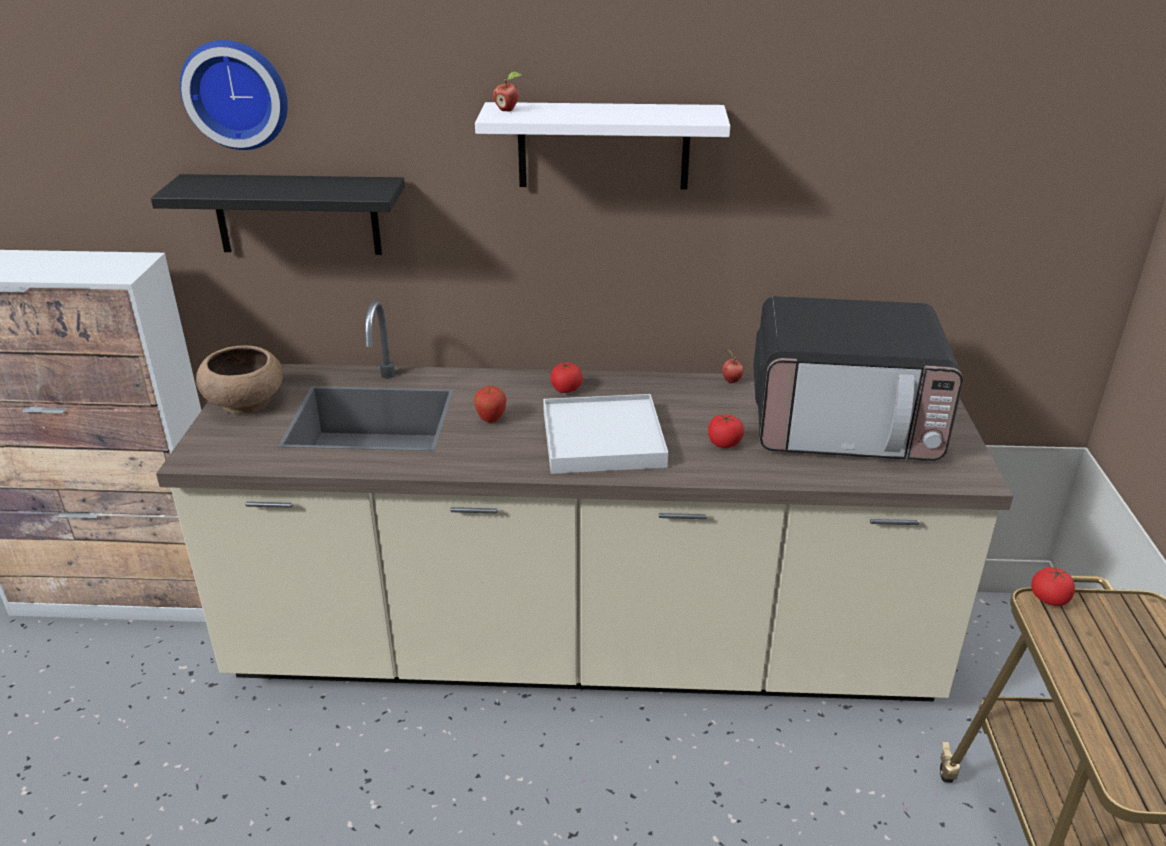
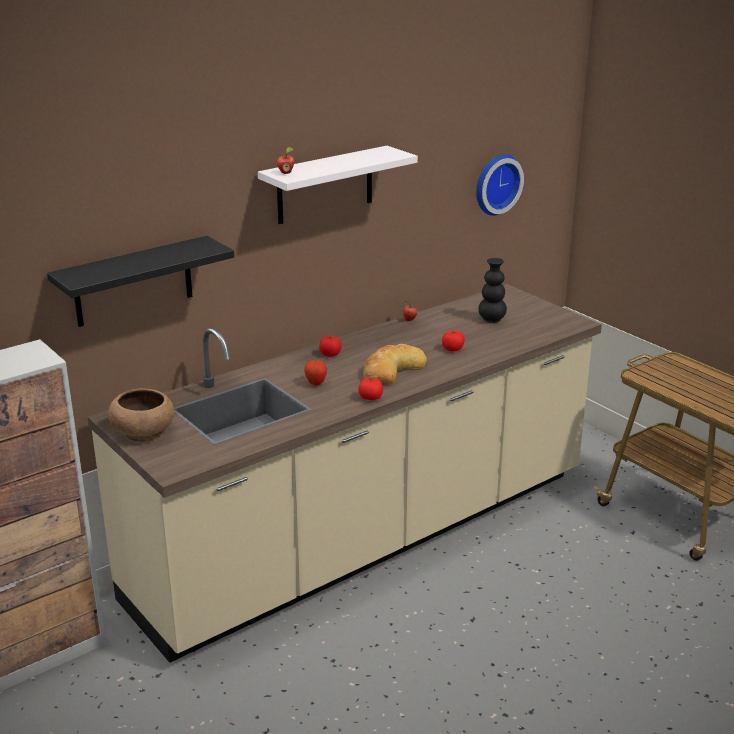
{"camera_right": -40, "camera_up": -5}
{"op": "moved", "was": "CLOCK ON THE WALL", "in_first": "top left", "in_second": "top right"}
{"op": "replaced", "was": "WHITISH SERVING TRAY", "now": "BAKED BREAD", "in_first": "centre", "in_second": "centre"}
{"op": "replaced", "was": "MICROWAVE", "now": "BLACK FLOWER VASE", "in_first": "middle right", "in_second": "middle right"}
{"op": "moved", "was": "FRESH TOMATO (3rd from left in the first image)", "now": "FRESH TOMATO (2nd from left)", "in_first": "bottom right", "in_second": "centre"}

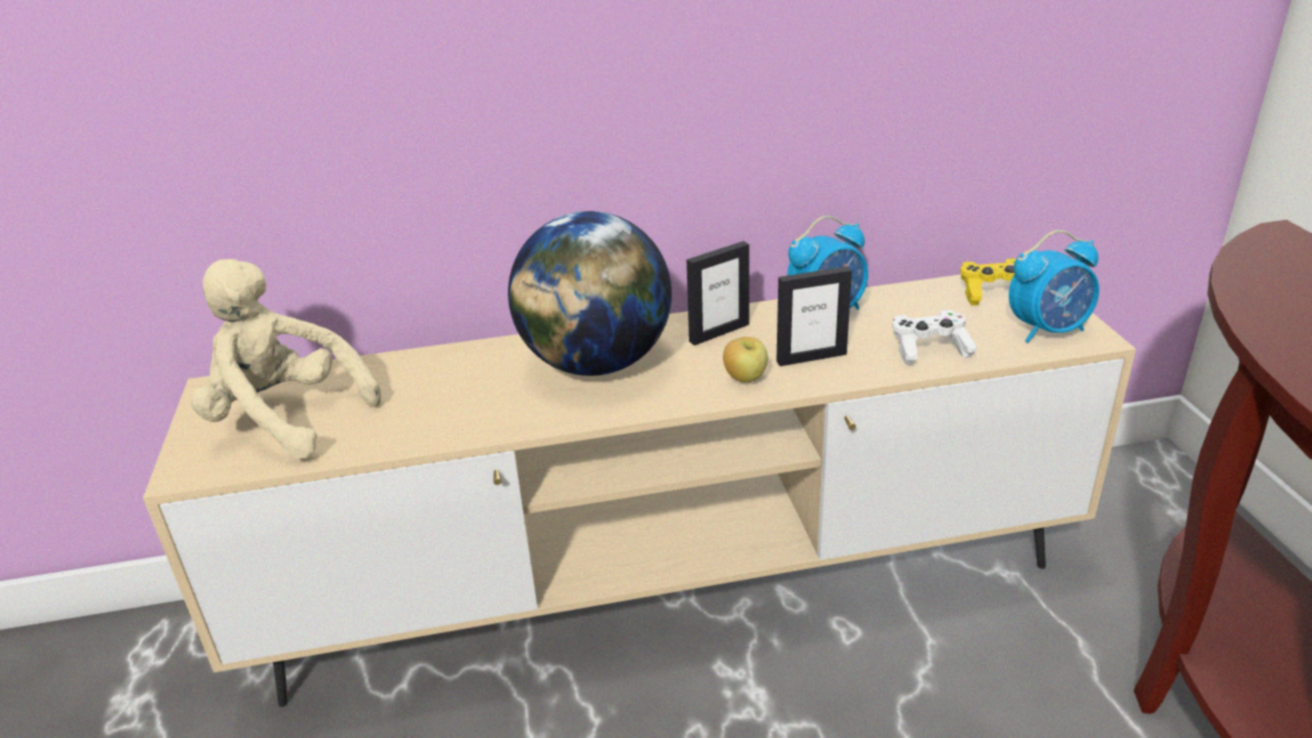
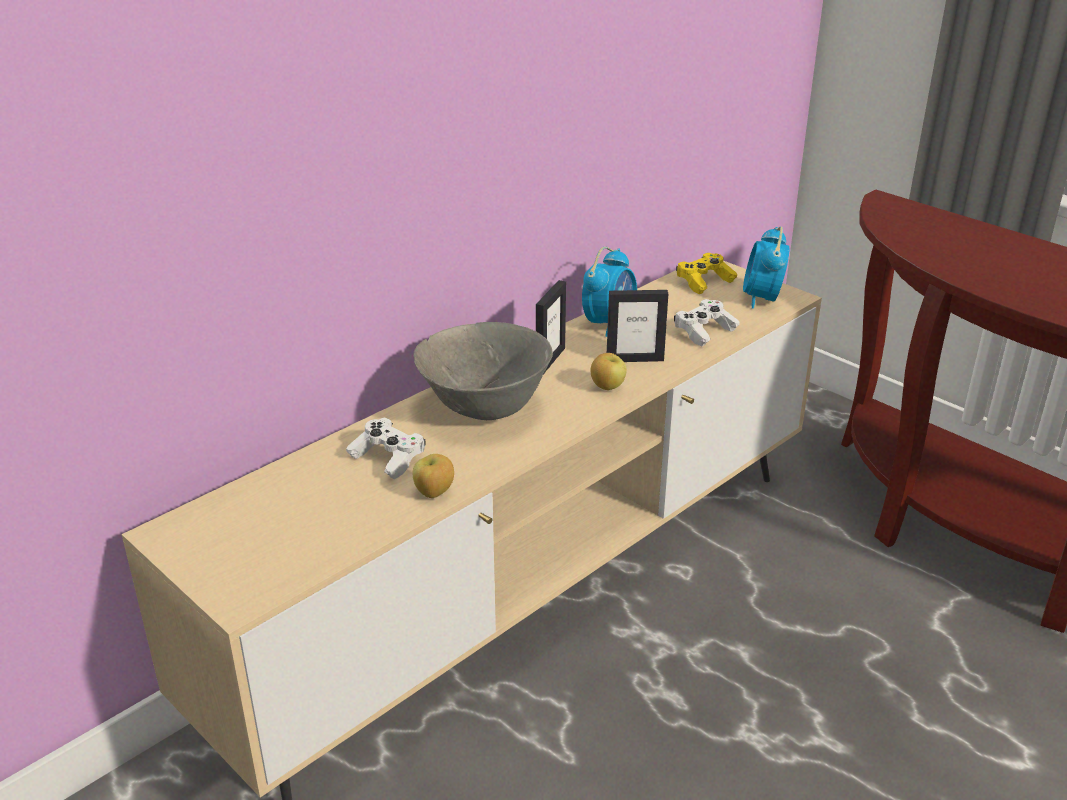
{"camera_right": -35, "camera_up": 0}
{"op": "removed", "was": "BEIGE SOFT TOY", "in_first": "middle left"}
{"op": "replaced", "was": "DESK GLOBE", "now": "GRAY SERVING BOWL", "in_first": "centre", "in_second": "centre"}
{"op": "turned", "was": "STANDING FRAME (2nd from left)", "in_first": "centre", "in_second": "centre", "clockwise": 45}
{"op": "turned", "was": "TABLE CLOCK (2nd from left)", "in_first": "middle right", "in_second": "middle right", "clockwise": 150}
{"op": "added", "now": "WHITISH GAME CONTROLLER (1st from left)", "in_second": "centre"}
{"op": "added", "now": "APPLE (1st from left)", "in_second": "centre"}

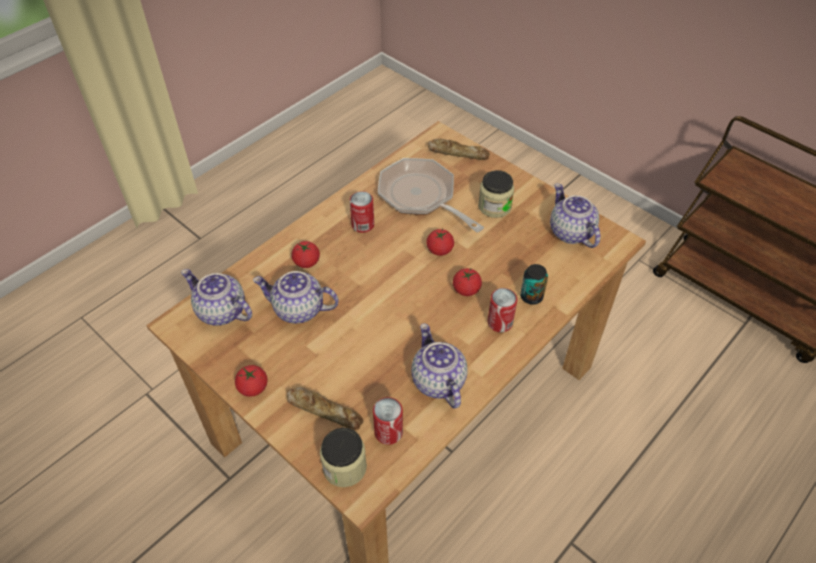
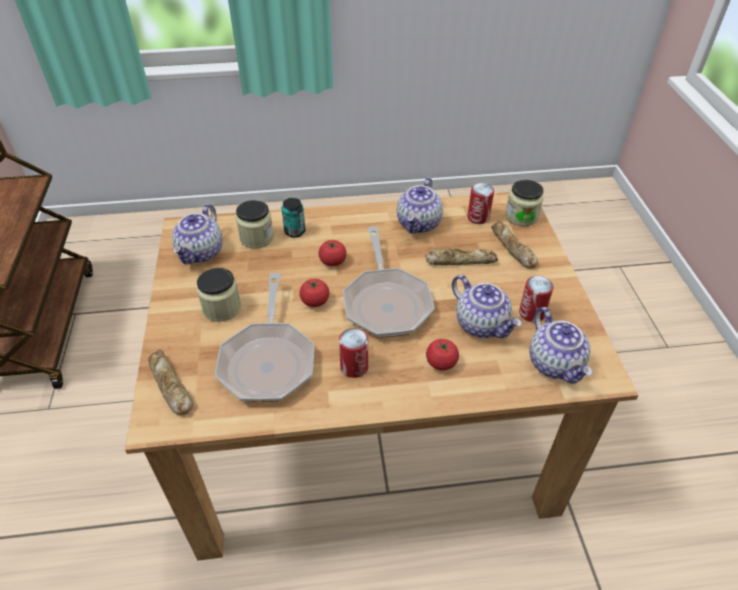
{"camera_right": -140, "camera_up": -5}
{"op": "removed", "was": "FRESH TOMATO (1st from left)", "in_first": "bottom left"}
{"op": "moved", "was": "METAL CAN (3rd from left in the first image)", "now": "METAL CAN (4th from left)", "in_first": "centre", "in_second": "middle right"}
{"op": "added", "now": "JAR (2nd from left)", "in_second": "centre"}
{"op": "added", "now": "PAN (2nd from left)", "in_second": "centre"}
{"op": "added", "now": "BAKED BREAD (2nd from left)", "in_second": "centre"}

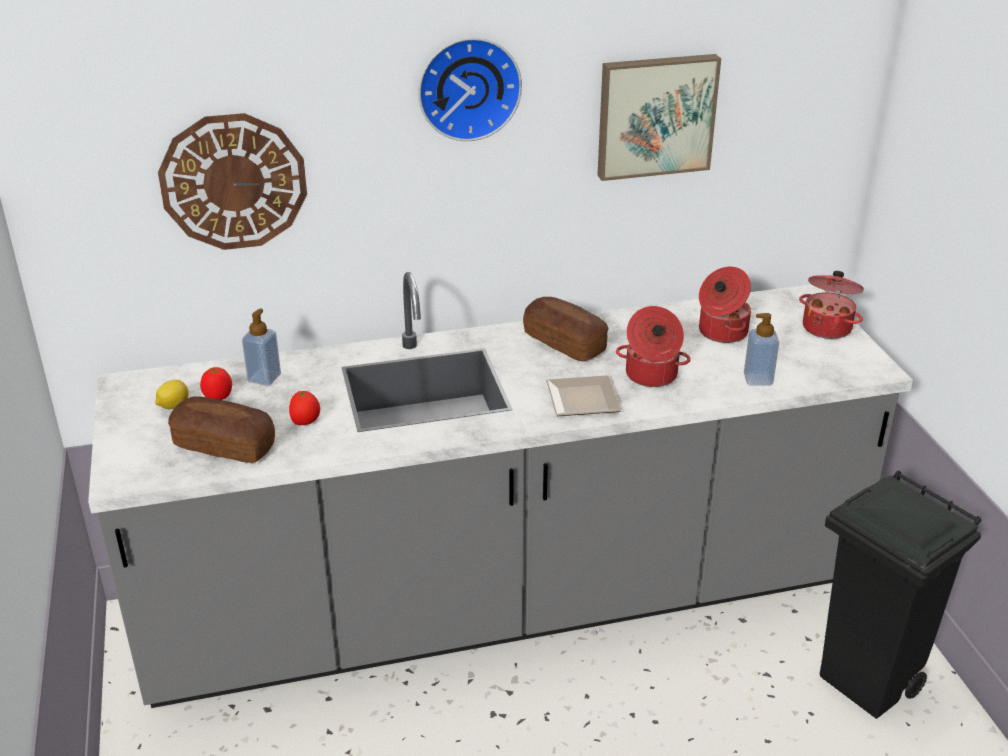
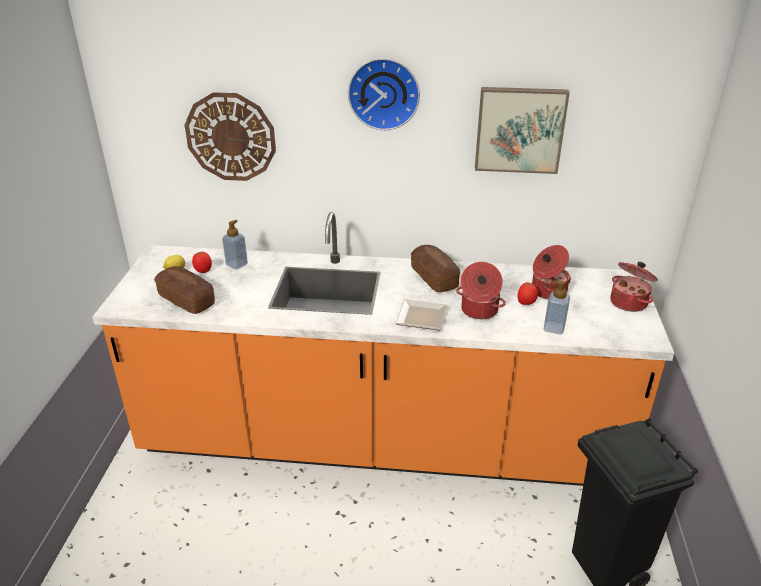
{"camera_right": 20, "camera_up": 0}
{"op": "recoloured", "was": "GRAY KITCHEN BASE UNIT", "now": "ORANGEY KITCHEN BASE UNIT", "in_first": "centre", "in_second": "centre"}
{"op": "moved", "was": "FRESH TOMATO (2nd from left)", "in_first": "middle left", "in_second": "middle right"}

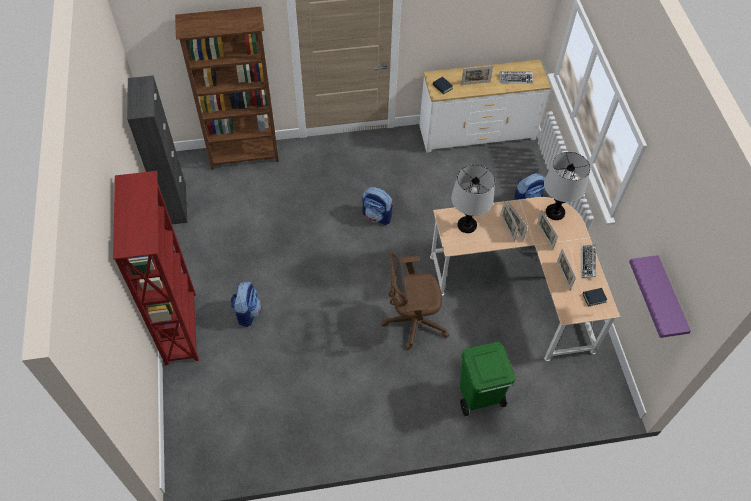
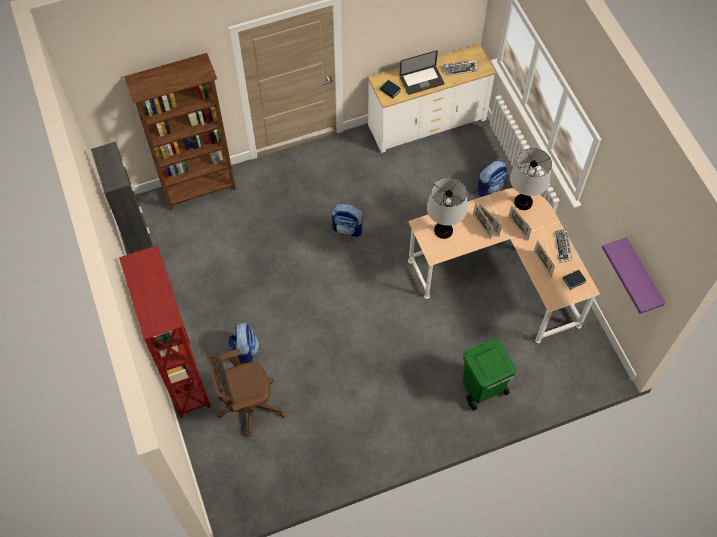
{"camera_right": -10, "camera_up": 5}
{"op": "moved", "was": "BROWN-COLOURED OFFICE CHAIR", "in_first": "centre", "in_second": "bottom centre"}
{"op": "replaced", "was": "STANDING FRAME (1st from left)", "now": "PORTABLE COMPUTER", "in_first": "top centre", "in_second": "top centre"}

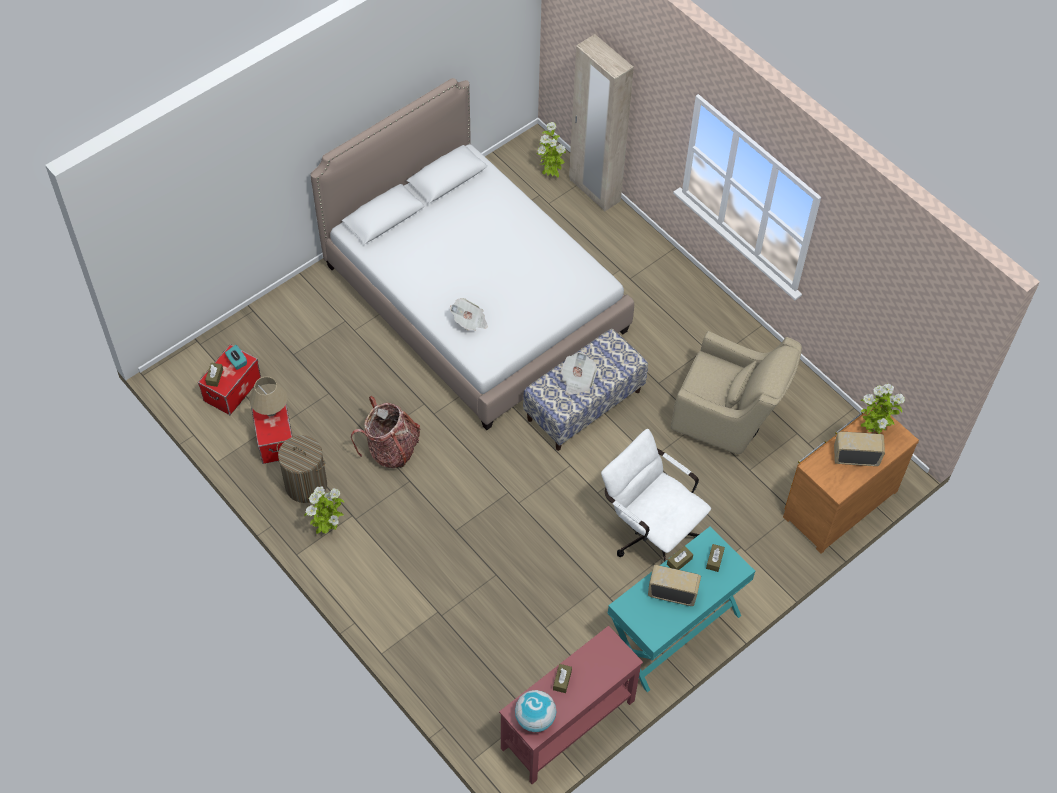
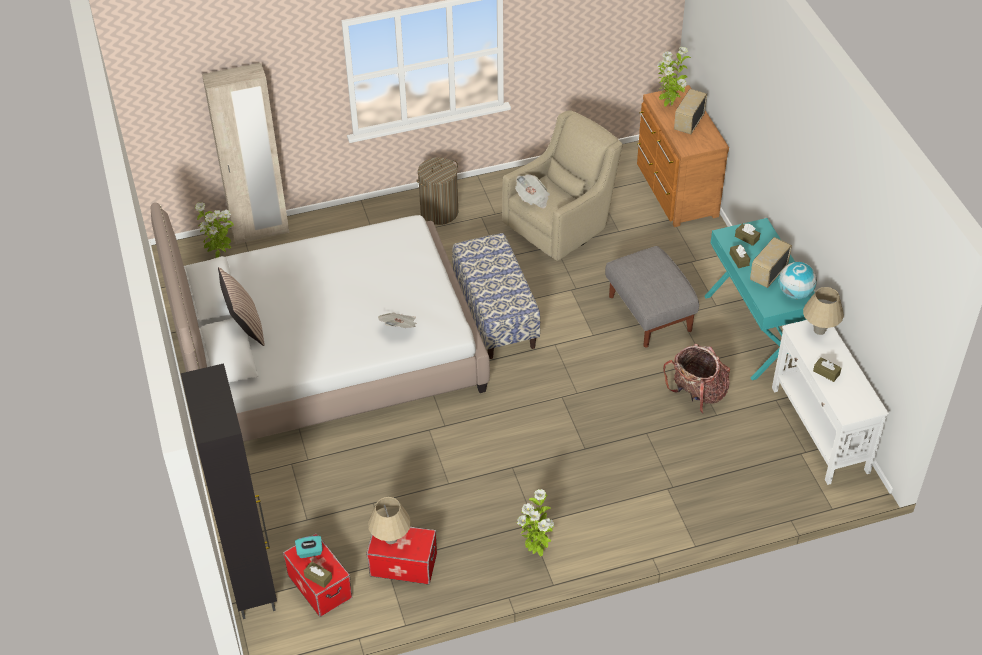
{"camera_right": -65, "camera_up": -10}
{"op": "moved", "was": "LAUNDRY BASKET", "in_first": "middle left", "in_second": "top centre"}
{"op": "moved", "was": "KNAPSACK", "in_first": "centre", "in_second": "middle right"}
{"op": "recoloured", "was": "REDDISH NARROW TABLE", "now": "WHITISH NARROW TABLE", "in_first": "bottom centre", "in_second": "middle right"}
{"op": "moved", "was": "DESK GLOBE", "in_first": "bottom centre", "in_second": "middle right"}
{"op": "moved", "was": "PRINTED PAPER (2nd from left)", "in_first": "centre", "in_second": "top centre"}
{"op": "replaced", "was": "WHITISH OFFICE CHAIR", "now": "GRAY OTTOMAN", "in_first": "centre", "in_second": "centre"}
{"op": "added", "now": "BLACK STORAGE CABINET", "in_second": "bottom left"}
{"op": "added", "now": "PILLOW", "in_second": "middle left"}
{"op": "added", "now": "BEIGE LAMP FOR A TABLE (2nd from left)", "in_second": "middle right"}

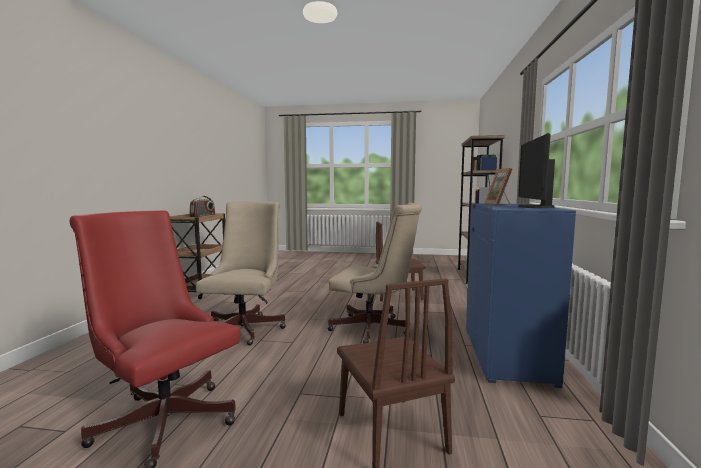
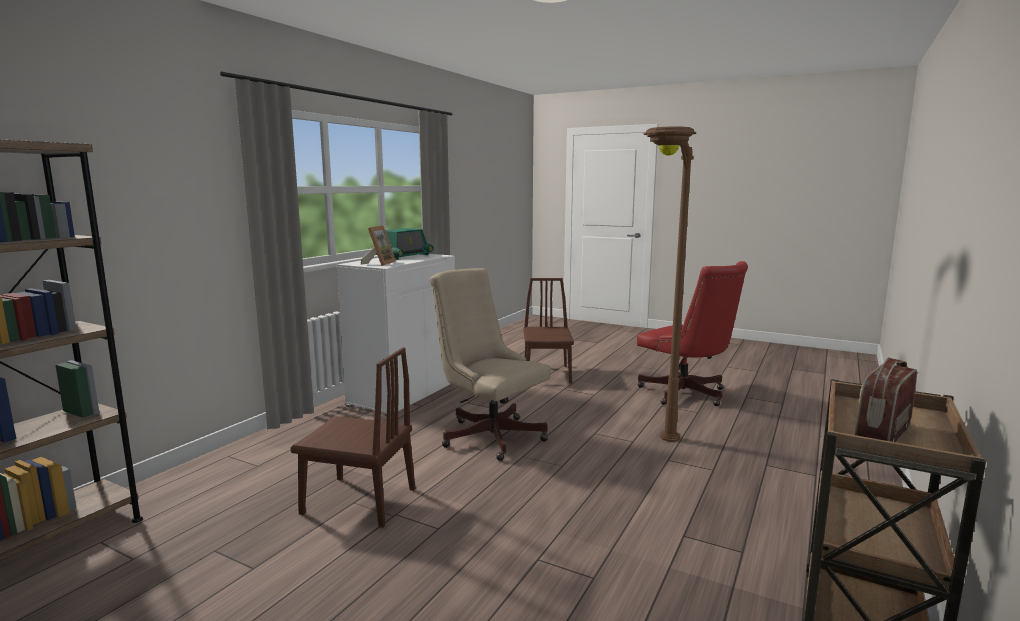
{"camera_right": -160, "camera_up": 5}
{"op": "replaced", "was": "BEIGE OFFICE CHAIR (1st from left)", "now": "BROWN-COLOURED STANDING LAMP", "in_first": "centre", "in_second": "centre"}
{"op": "recoloured", "was": "BLUISH STORAGE CABINET", "now": "WHITISH STORAGE CABINET", "in_first": "middle right", "in_second": "centre"}
{"op": "replaced", "was": "COMPUTER DISPLAY", "now": "RADIO SET (1st from left)", "in_first": "middle right", "in_second": "centre"}

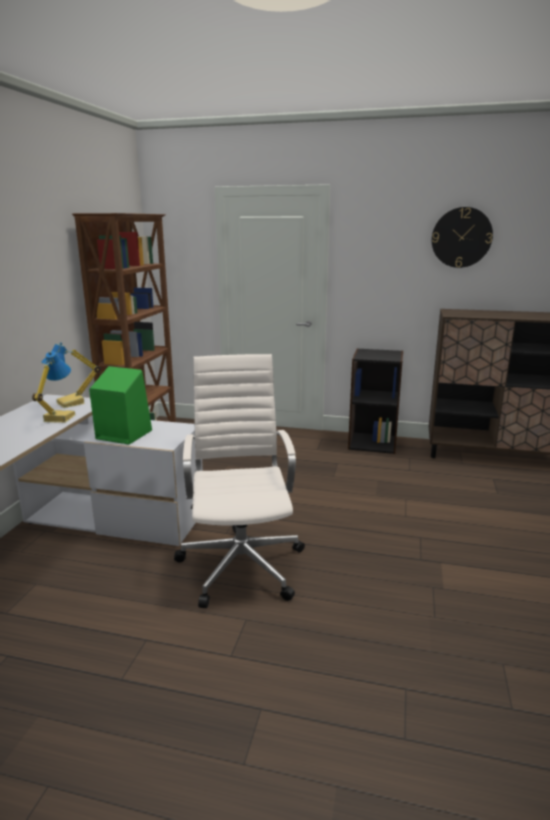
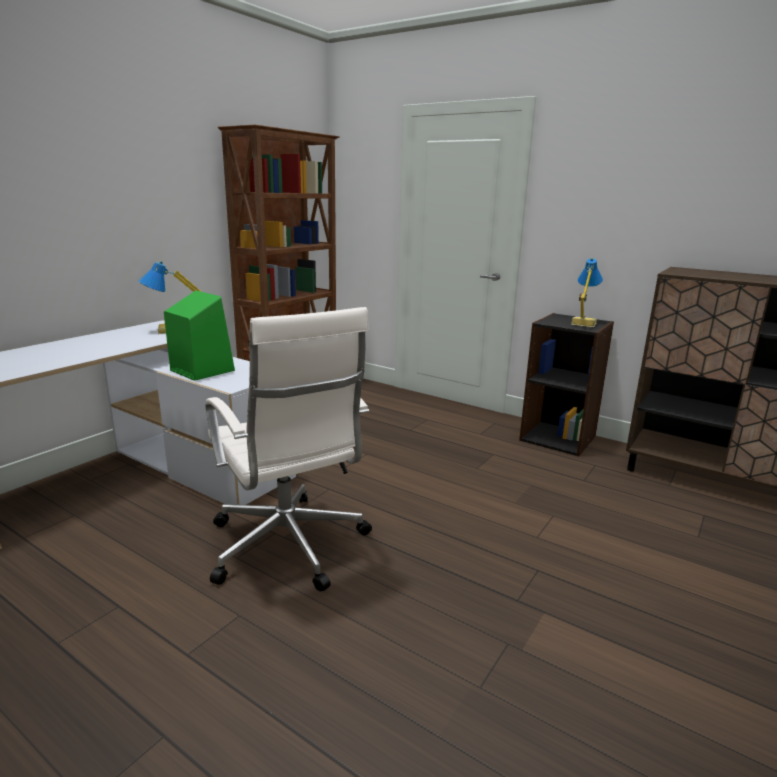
{"camera_right": 20, "camera_up": 0}
{"op": "moved", "was": "LAMP FOR A TABLE (1st from left in the first image)", "now": "LAMP FOR A TABLE (2nd from left)", "in_first": "middle left", "in_second": "middle right"}
{"op": "turned", "was": "WHITISH OFFICE CHAIR", "in_first": "centre", "in_second": "centre", "clockwise": 135}
{"op": "removed", "was": "CLOCK ON THE WALL", "in_first": "top right"}

